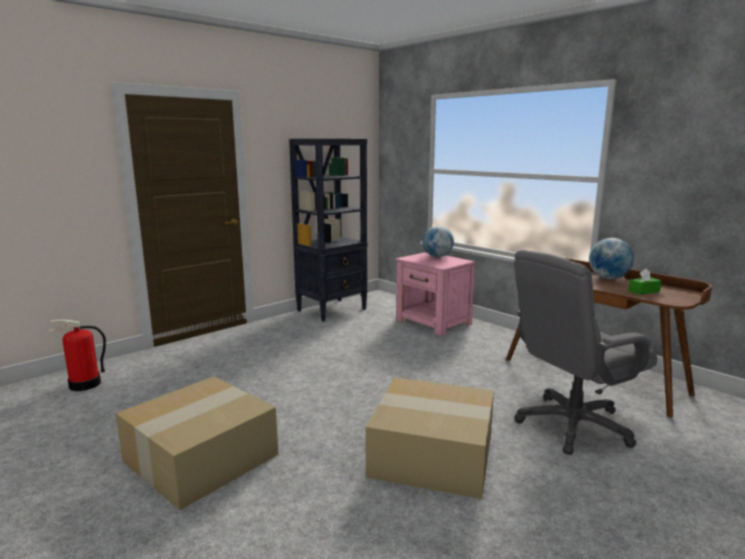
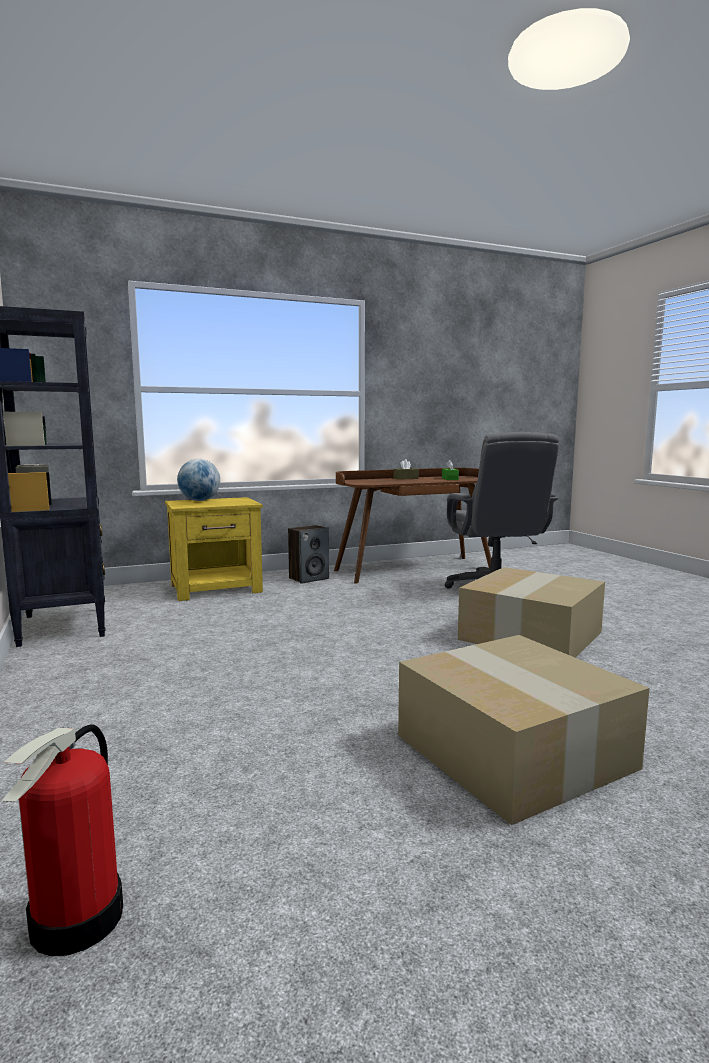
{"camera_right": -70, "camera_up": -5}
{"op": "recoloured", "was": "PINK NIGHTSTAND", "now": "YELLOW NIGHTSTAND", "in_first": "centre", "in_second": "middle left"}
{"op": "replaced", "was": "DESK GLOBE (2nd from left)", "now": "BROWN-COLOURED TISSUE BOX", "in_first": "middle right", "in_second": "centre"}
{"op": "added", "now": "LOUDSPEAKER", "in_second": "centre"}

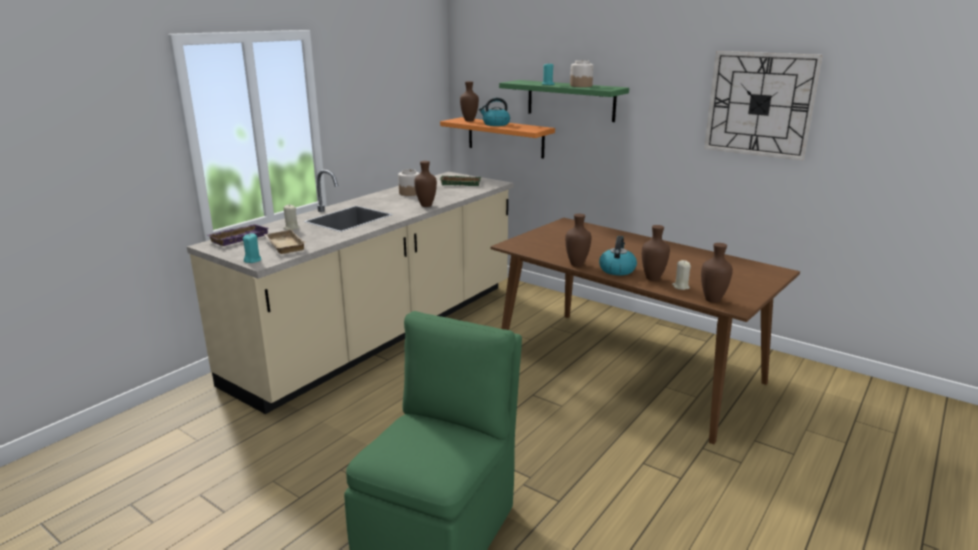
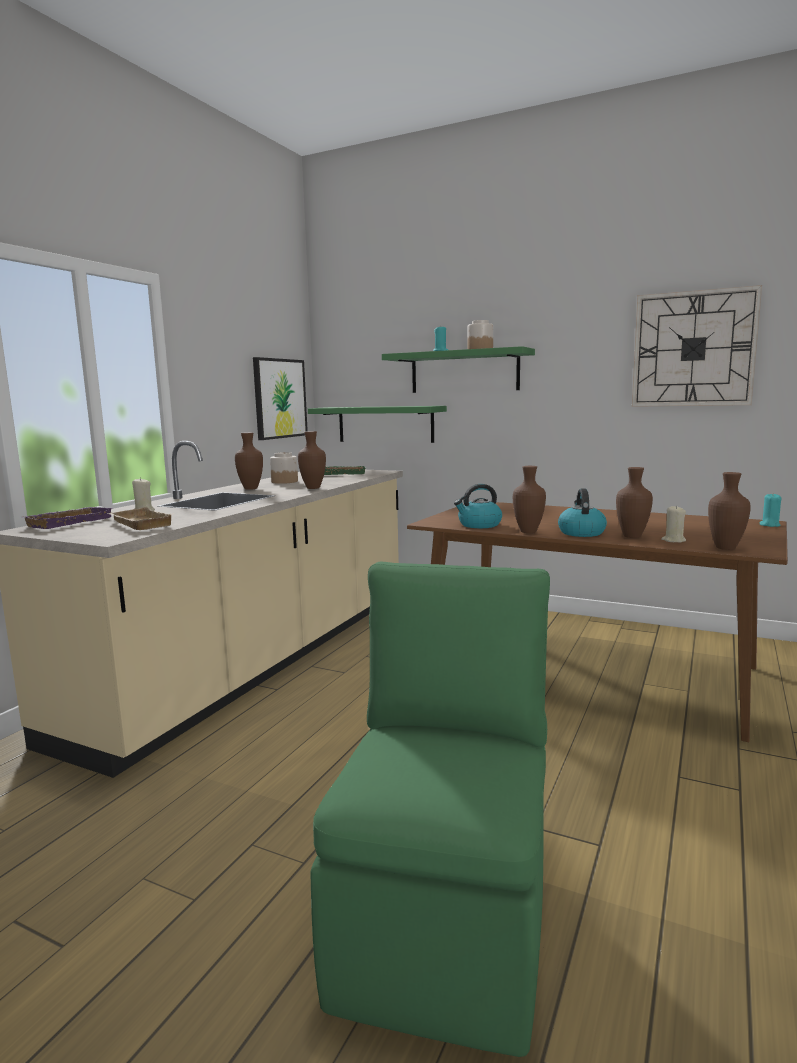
{"camera_right": -10, "camera_up": -10}
{"op": "moved", "was": "BLUE-GREEN WAX LIGHT (1st from left in the first image)", "now": "BLUE-GREEN WAX LIGHT (2nd from left)", "in_first": "middle left", "in_second": "middle right"}
{"op": "recoloured", "was": "ORANGEY BRACKET SHELF", "now": "GREEN BRACKET SHELF (1st from left)", "in_first": "top centre", "in_second": "centre"}
{"op": "moved", "was": "BROWN-COLOURED FLOWER VASE (2nd from left in the first image)", "now": "BROWN-COLOURED FLOWER VASE (1st from left)", "in_first": "top centre", "in_second": "middle left"}
{"op": "moved", "was": "TEA KETTLE (1st from left)", "in_first": "top centre", "in_second": "centre"}
{"op": "added", "now": "WALL ART", "in_second": "centre"}

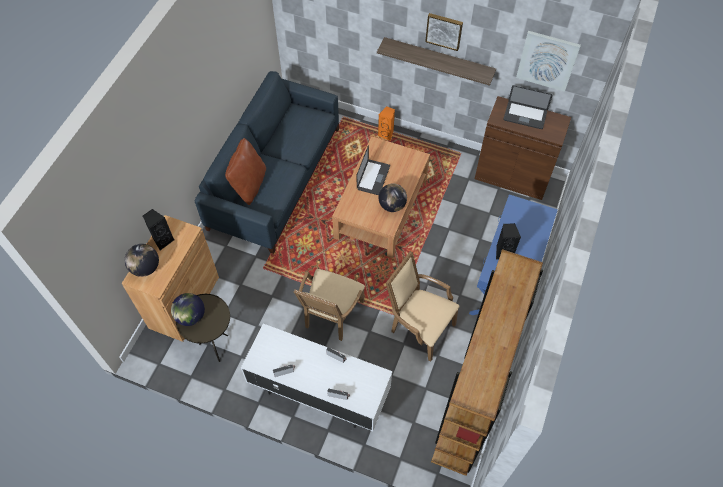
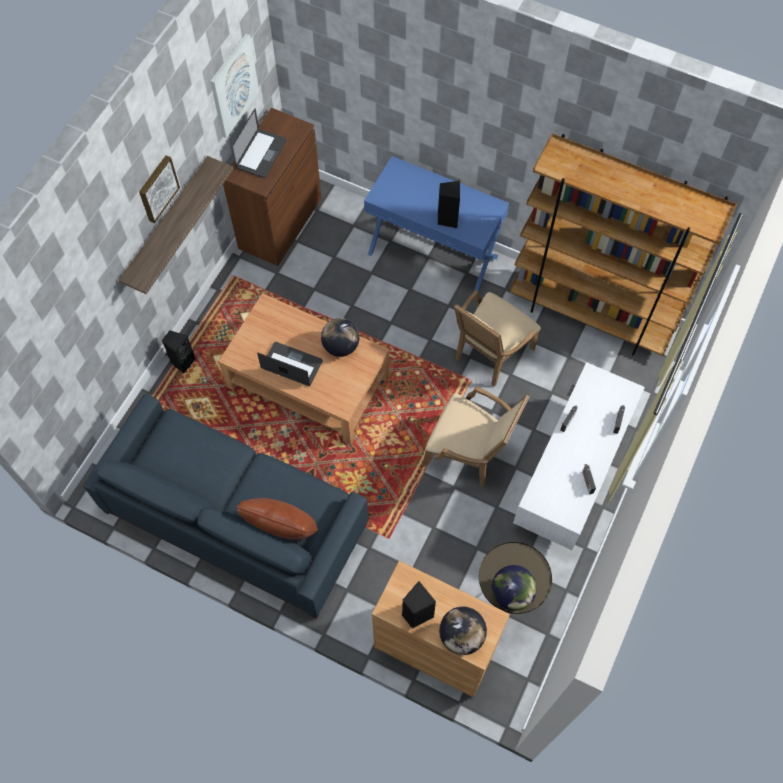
{"camera_right": -85, "camera_up": 5}
{"op": "recoloured", "was": "ORANGEY LOUDSPEAKER", "now": "BLACK LOUDSPEAKER (1st from left)", "in_first": "top centre", "in_second": "middle left"}

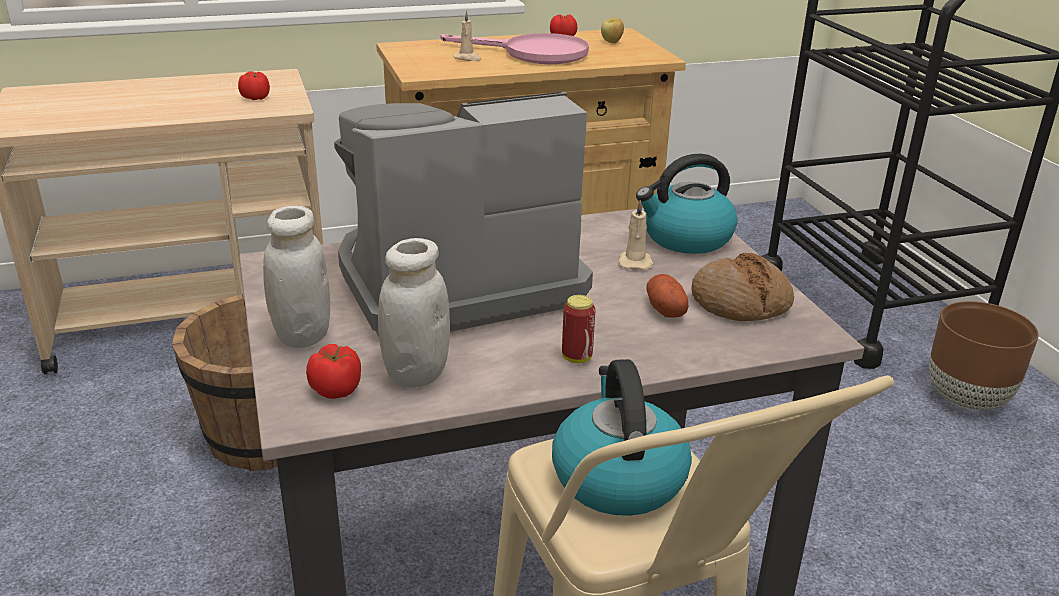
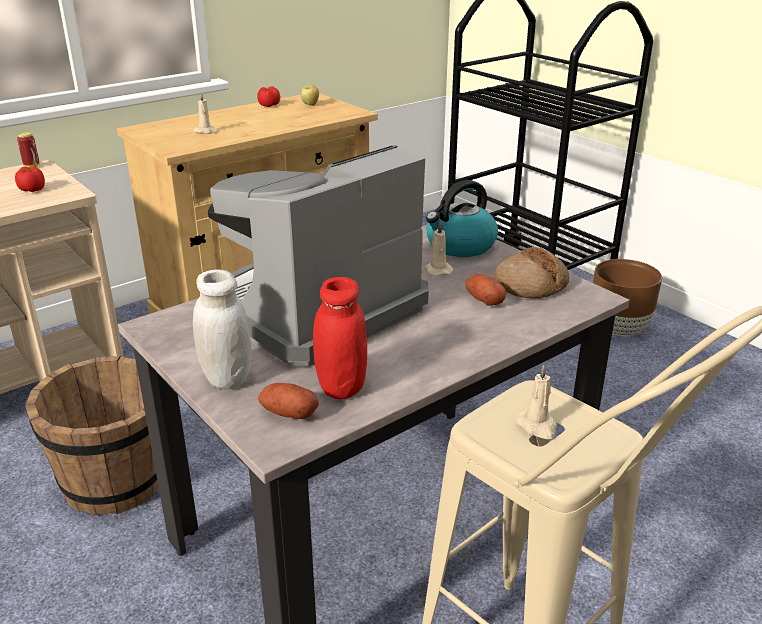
{"camera_right": -20, "camera_up": 0}
{"op": "replaced", "was": "FRESH TOMATO (2nd from left)", "now": "SPUD (1st from left)", "in_first": "middle left", "in_second": "centre"}
{"op": "recoloured", "was": "WHITISH JAR (2nd from left)", "now": "REDDISH JAR", "in_first": "centre", "in_second": "centre"}
{"op": "removed", "was": "PINK PAN", "in_first": "top centre"}
{"op": "replaced", "was": "TEA KETTLE (1st from left)", "now": "BEIGE WAX LIGHT (3rd from left)", "in_first": "bottom centre", "in_second": "middle right"}
{"op": "moved", "was": "METAL CAN", "in_first": "centre", "in_second": "top left"}

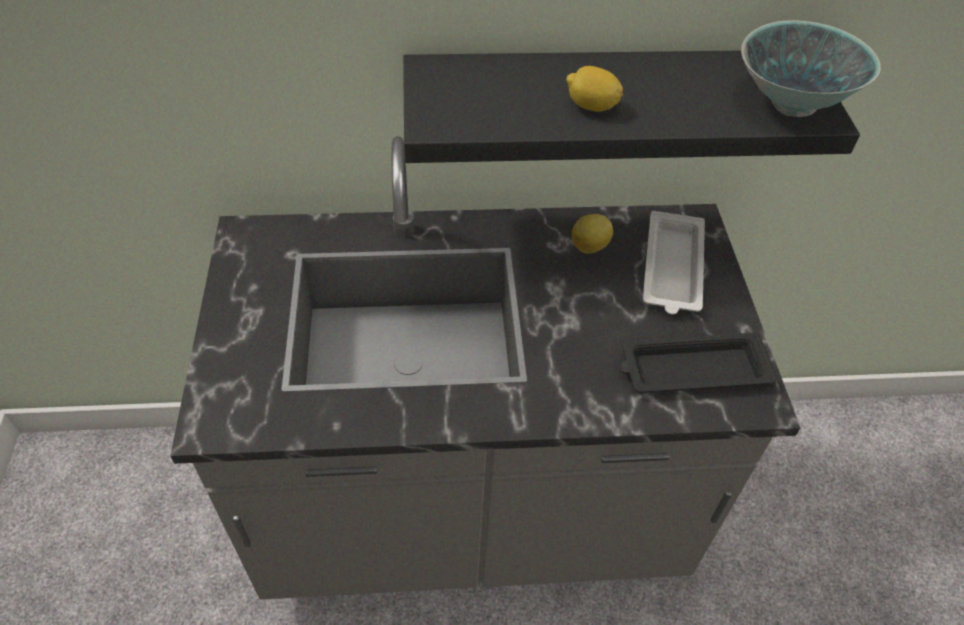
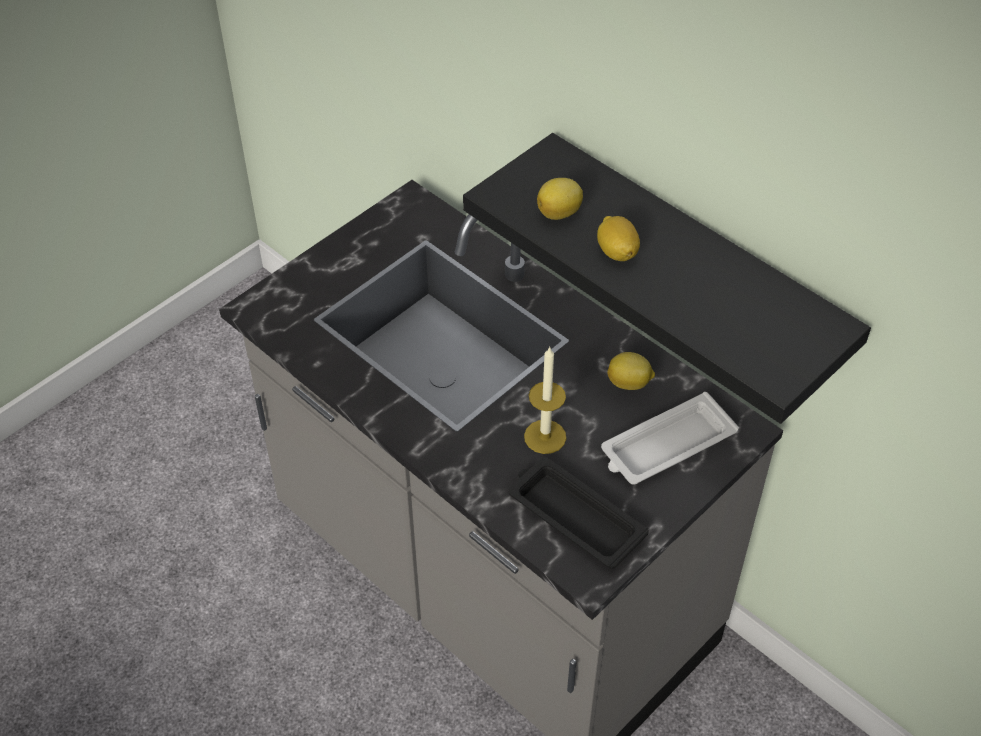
{"camera_right": 50, "camera_up": 0}
{"op": "removed", "was": "SERVING BOWL", "in_first": "top right"}
{"op": "added", "now": "WAX LIGHT", "in_second": "centre"}
{"op": "added", "now": "CITRUS FRUIT (1st from left)", "in_second": "top centre"}

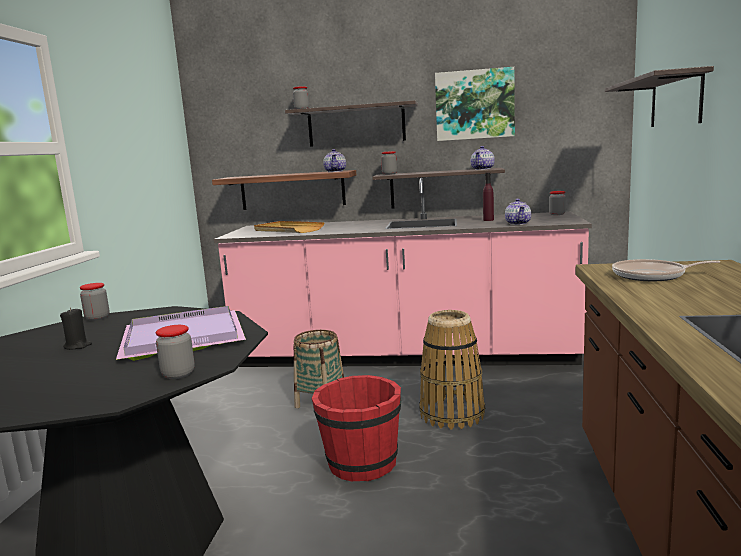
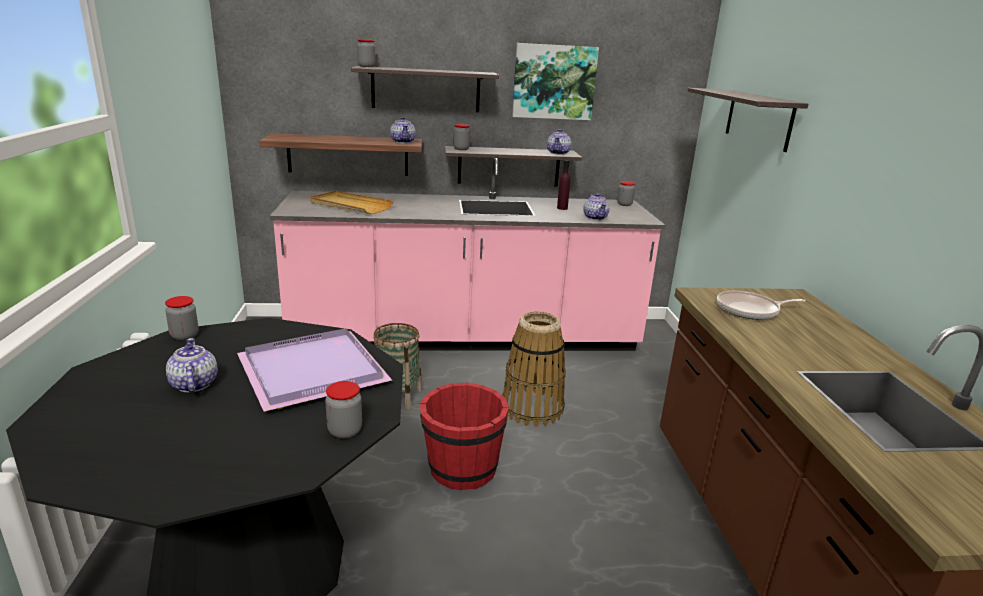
{"camera_right": -15, "camera_up": 10}
{"op": "replaced", "was": "BLACK WAX LIGHT", "now": "POT FOR TEA (1st from left)", "in_first": "middle left", "in_second": "middle left"}

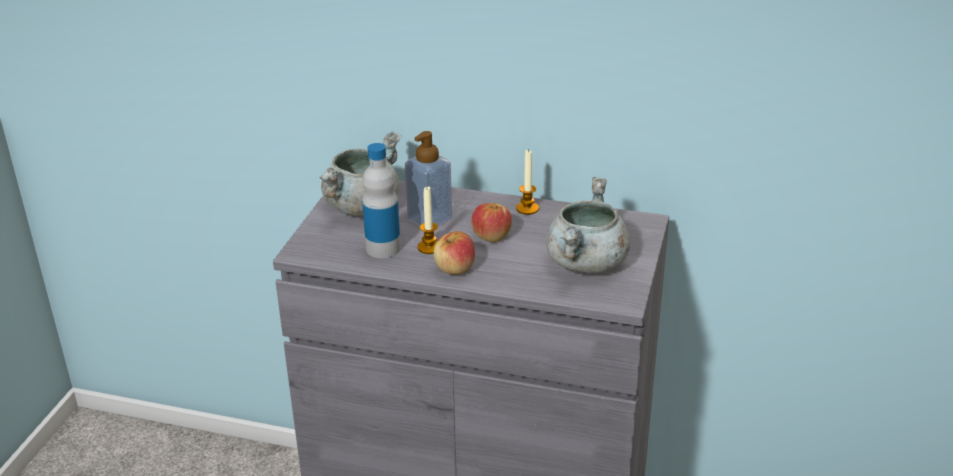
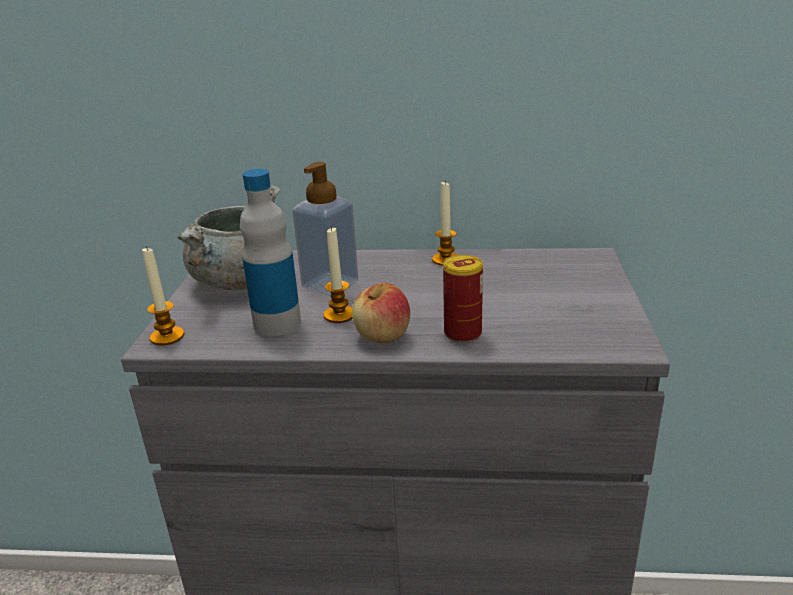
{"camera_right": -10, "camera_up": -5}
{"op": "removed", "was": "APPLE (2nd from left)", "in_first": "centre"}
{"op": "removed", "was": "GRAY COOKING POT (2nd from left)", "in_first": "centre"}
{"op": "added", "now": "WAX LIGHT (1st from left)", "in_second": "middle left"}
{"op": "added", "now": "METAL CAN", "in_second": "centre"}

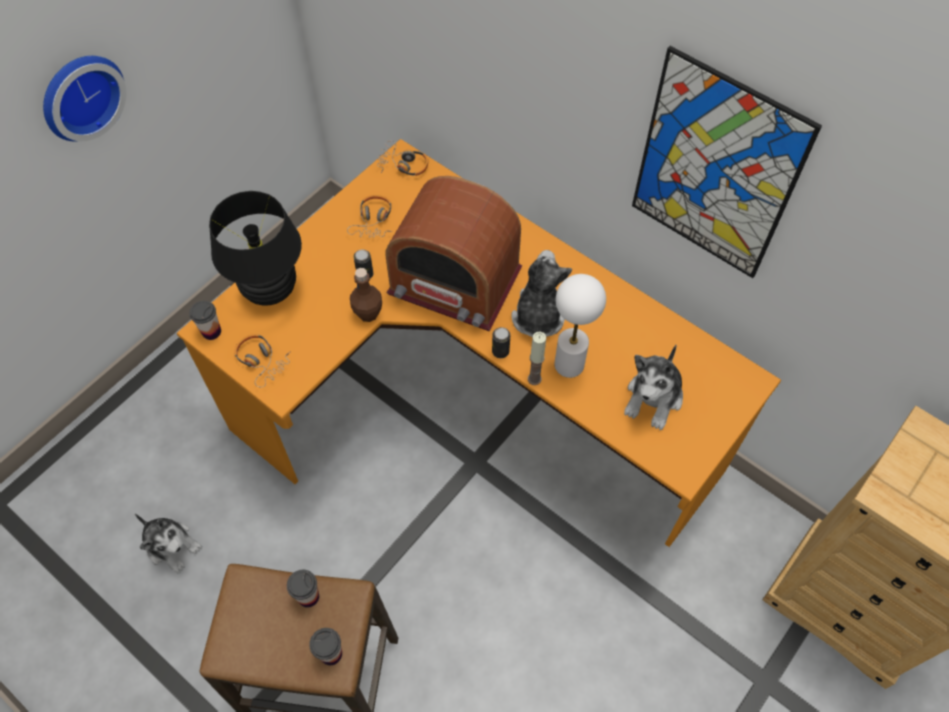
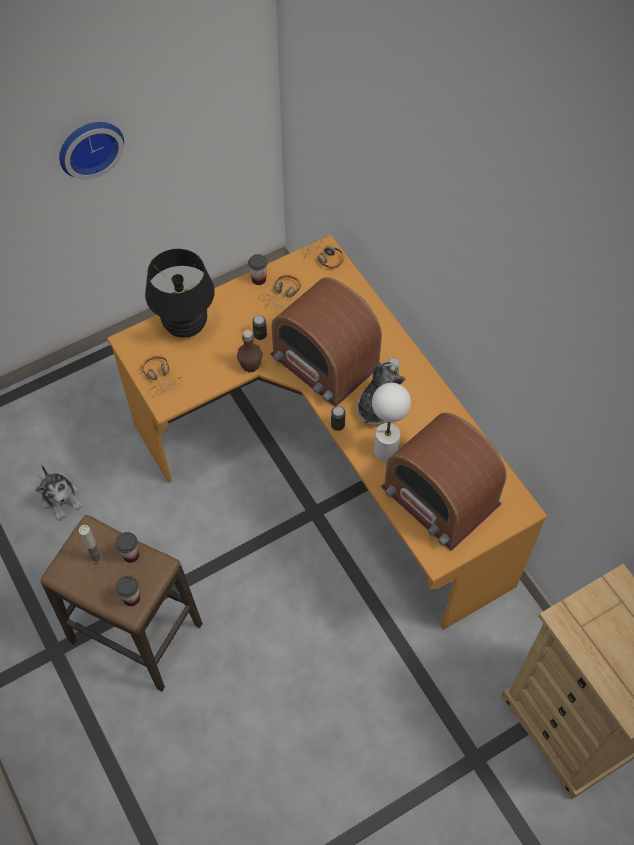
{"camera_right": 20, "camera_up": 0}
{"op": "moved", "was": "CUP (1st from left in the first image)", "now": "CUP (3rd from left)", "in_first": "middle left", "in_second": "top centre"}
{"op": "moved", "was": "WAX LIGHT", "in_first": "centre", "in_second": "middle left"}
{"op": "replaced", "was": "SOFT TOY (3rd from left)", "now": "RADIO SET (2nd from left)", "in_first": "middle right", "in_second": "middle right"}
{"op": "removed", "was": "WALL ART", "in_first": "top right"}

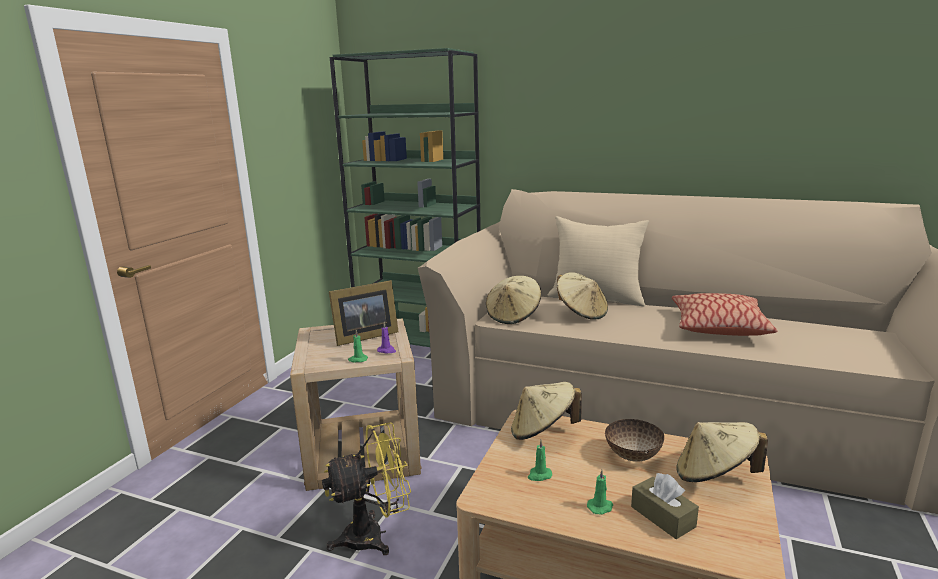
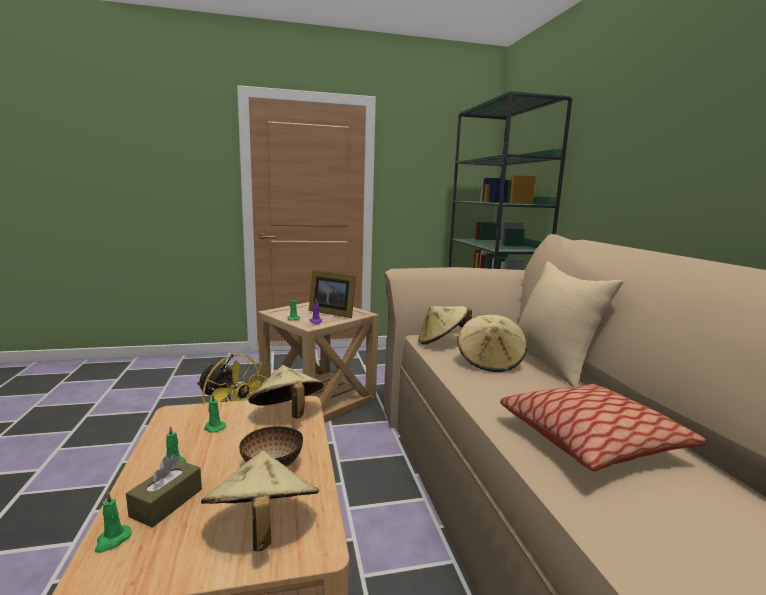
{"camera_right": 55, "camera_up": -5}
{"op": "added", "now": "GREEN WAX LIGHT (1st from left)", "in_second": "bottom left"}

